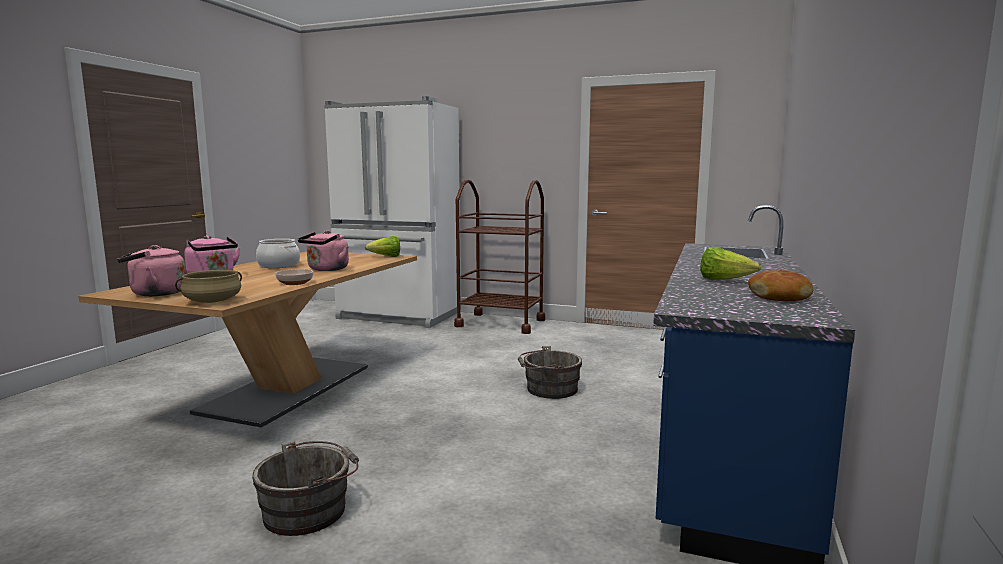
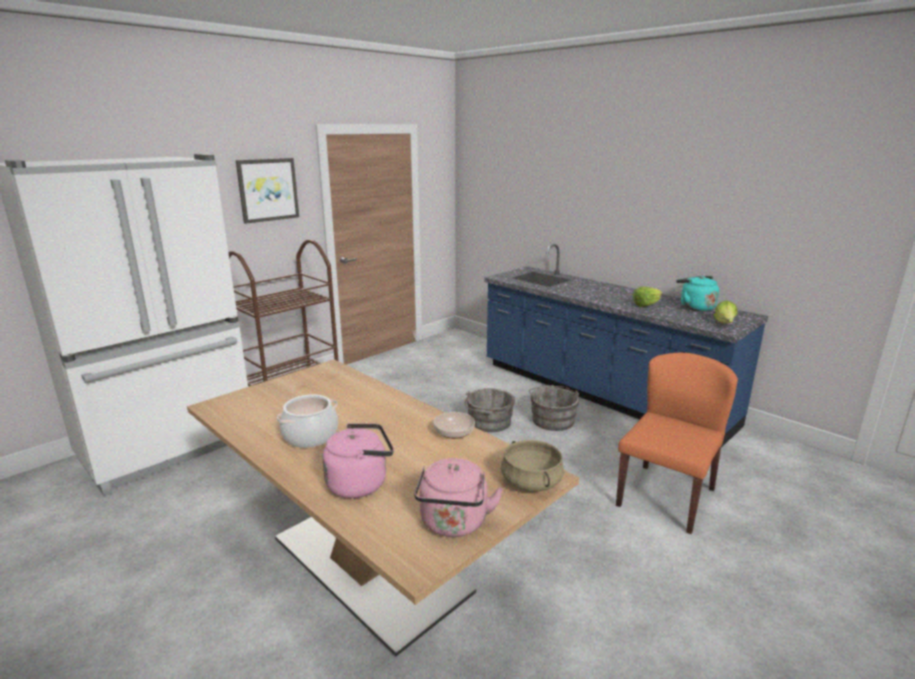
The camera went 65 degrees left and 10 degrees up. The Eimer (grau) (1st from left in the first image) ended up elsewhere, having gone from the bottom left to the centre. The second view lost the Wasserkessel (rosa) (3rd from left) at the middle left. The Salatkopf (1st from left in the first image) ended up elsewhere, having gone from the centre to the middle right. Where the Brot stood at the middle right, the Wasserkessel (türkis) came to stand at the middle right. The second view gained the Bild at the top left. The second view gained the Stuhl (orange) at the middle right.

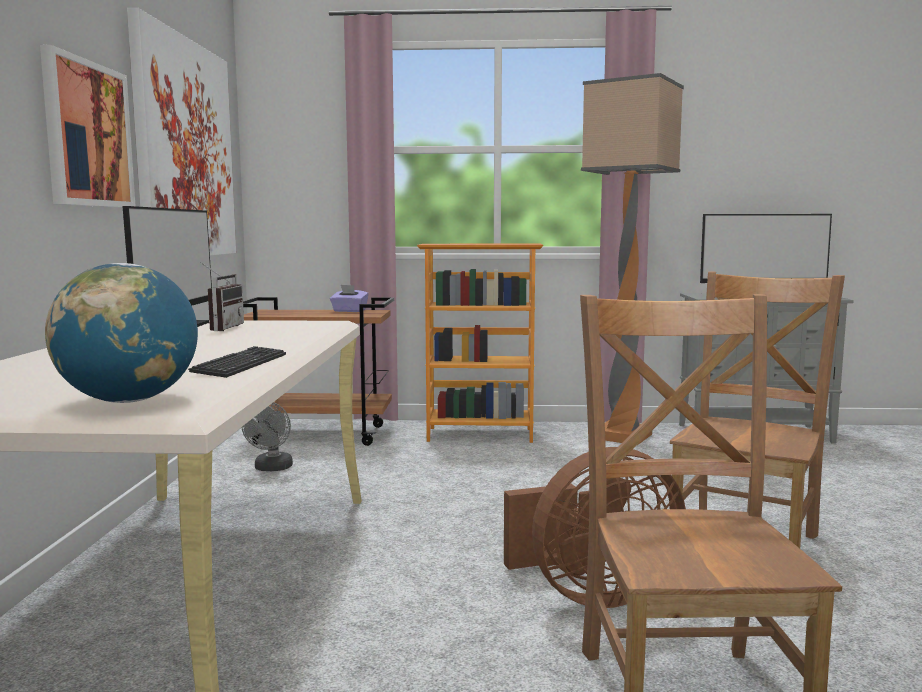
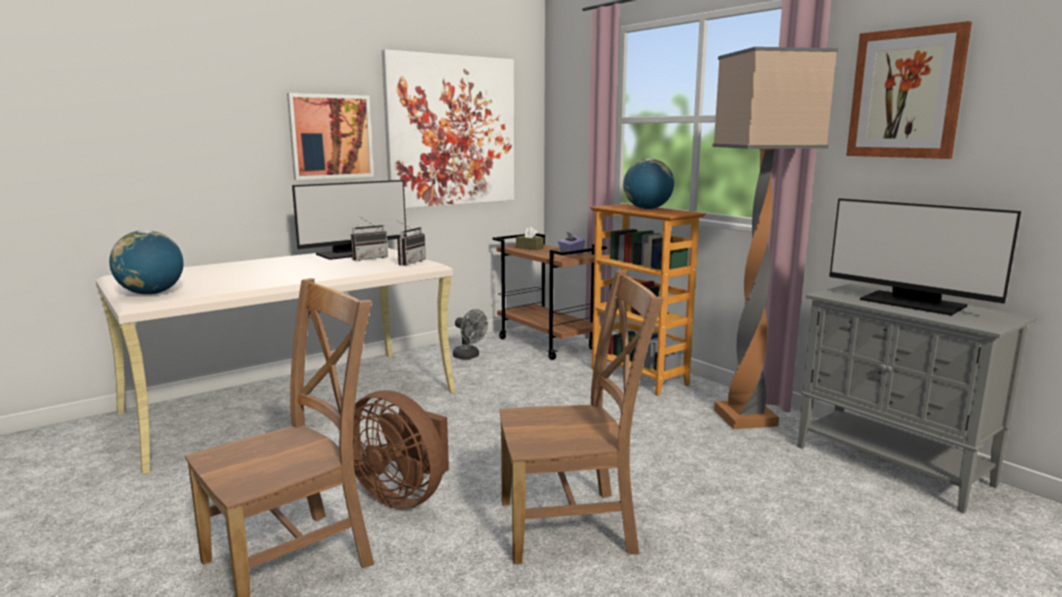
The camera went 50 degrees right and 5 degrees up. The second view lost the Tastatur at the middle left. The Ventilator (grau) at the middle left ended up facing another way, 105 degrees counterclockwise from before. The second view gained the Radio (2nd from left) at the centre. The second view gained the Taschentuchbox (braun) at the centre. The second view gained the Globus (2nd from left) at the top centre. The second view gained the Bild (3rd from left) at the top right.

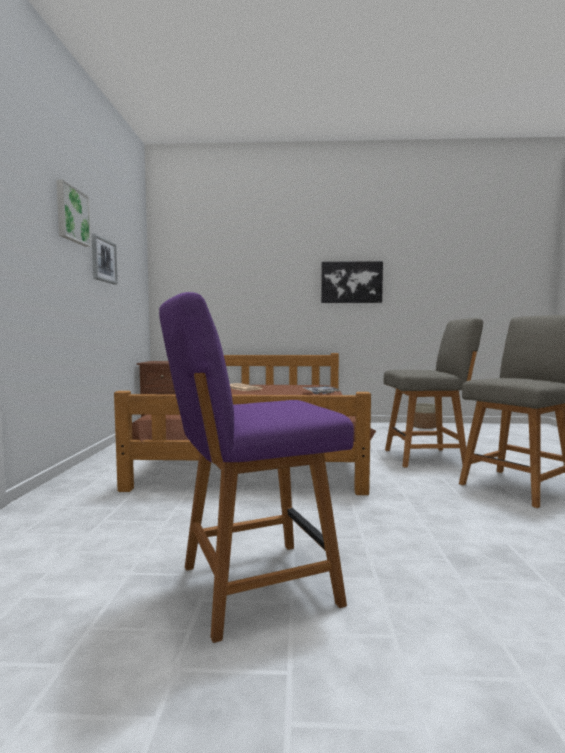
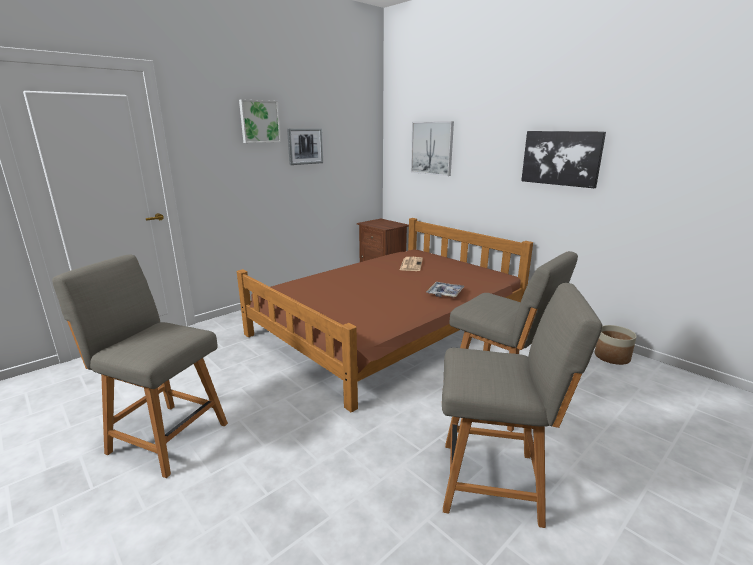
The camera went 45 degrees right and 15 degrees up. What was the Stuhl (lila) at the centre turned into the Stuhl (grau) (1st from left) at the middle left. The second view gained the Bild (3rd from left) at the top centre.

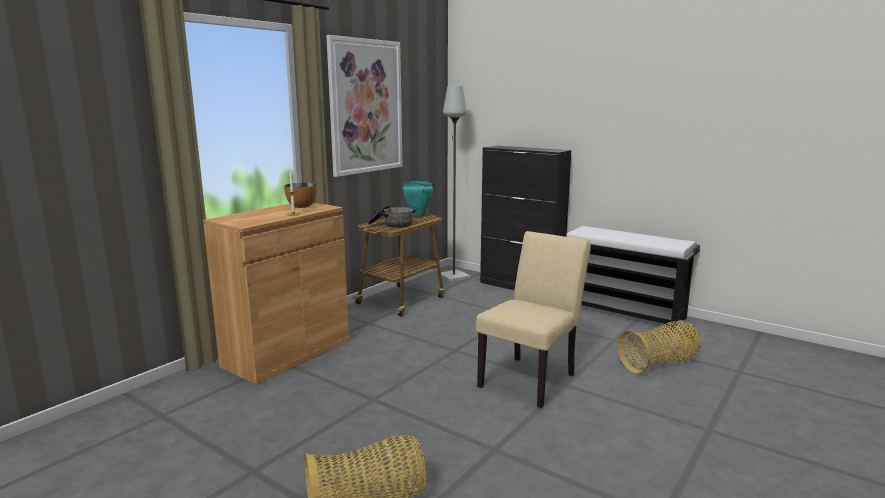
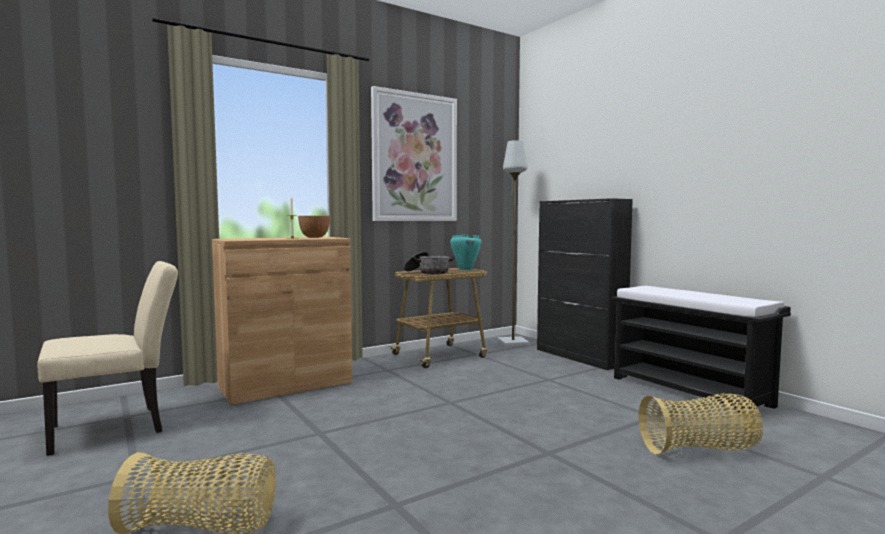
The camera went 20 degrees right and 10 degrees down. The Stuhl (beige) ended up elsewhere, having gone from the centre to the bottom left.

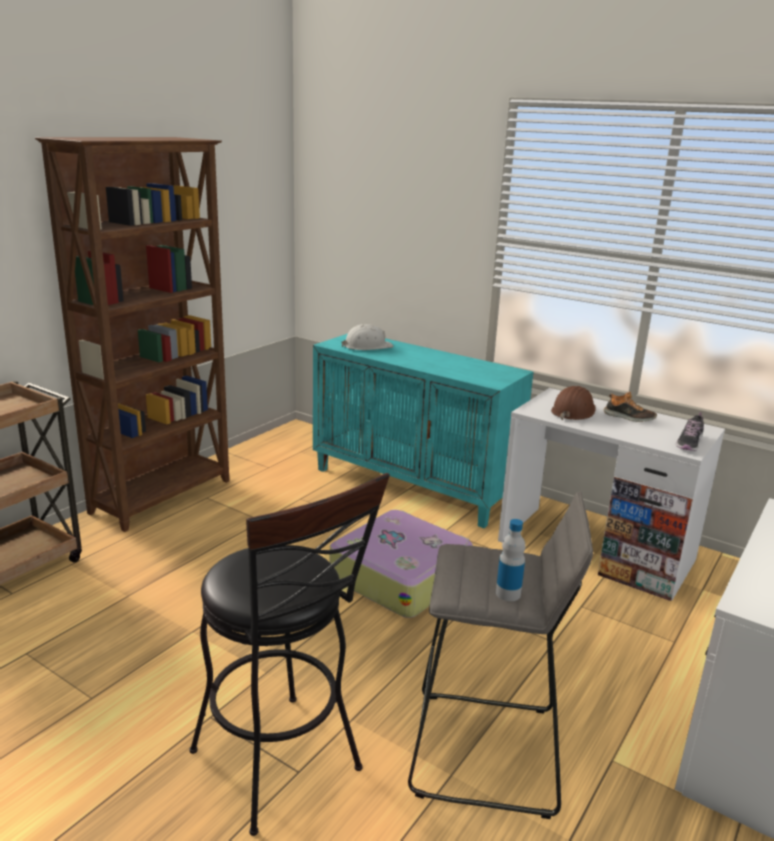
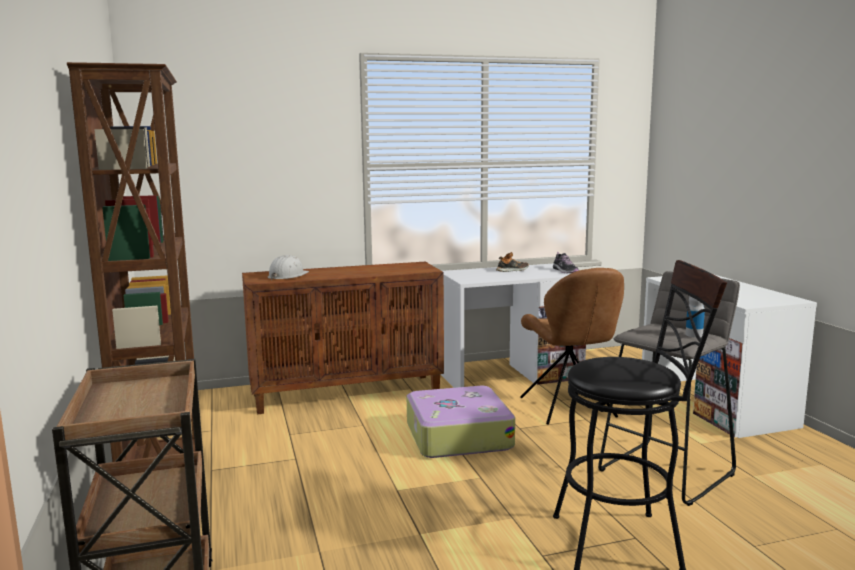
The camera went 50 degrees left and 10 degrees down. What was the Schrank (türkis) at the centre turned into the Schrank (braun) at the centre. The second view lost the Schutzhelm (braun) at the middle right. The second view gained the Stuhl (braun) at the middle right.

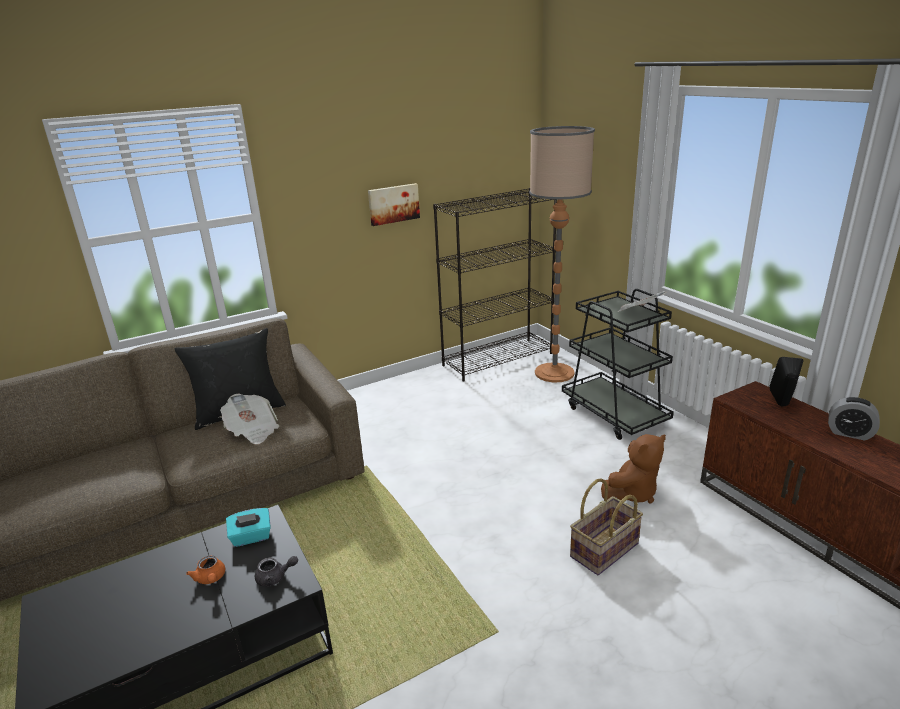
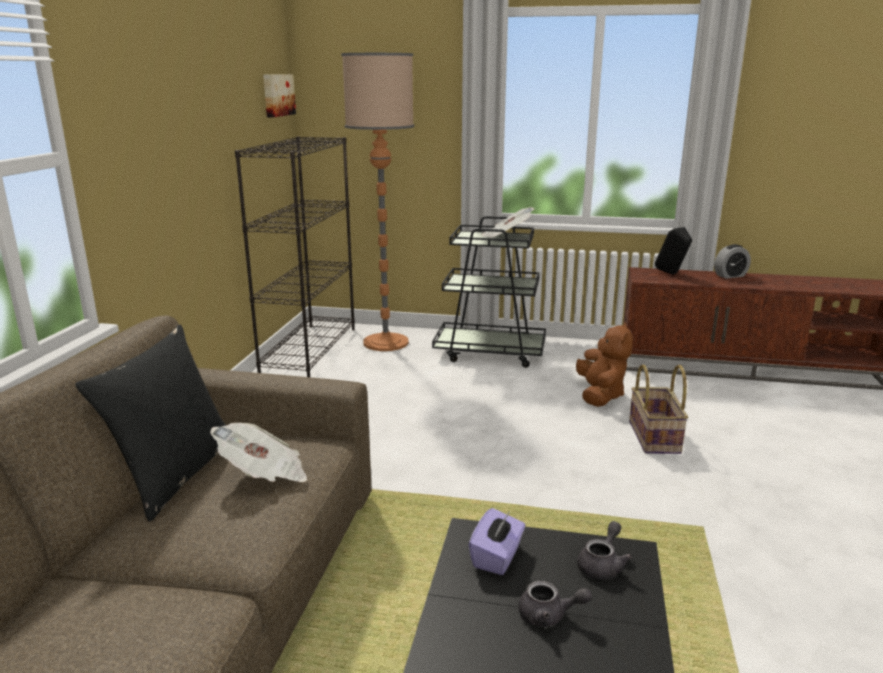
The camera went 50 degrees left and 5 degrees down. What was the Teekanne (orange) at the bottom left turned into the Teekanne (grau) (1st from left) at the bottom centre. What was the Taschentuchbox (türkis) at the bottom left turned into the Taschentuchbox (lila) at the bottom centre. The Bild ended up elsewhere, having gone from the top centre to the top left.

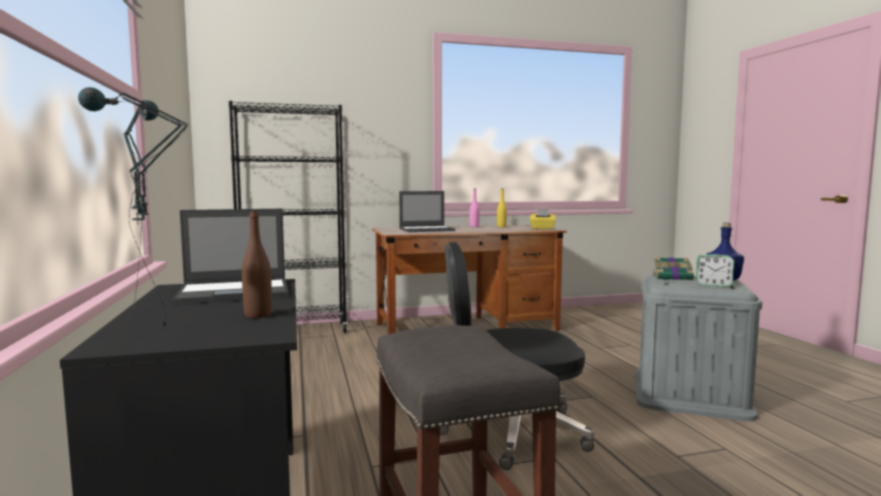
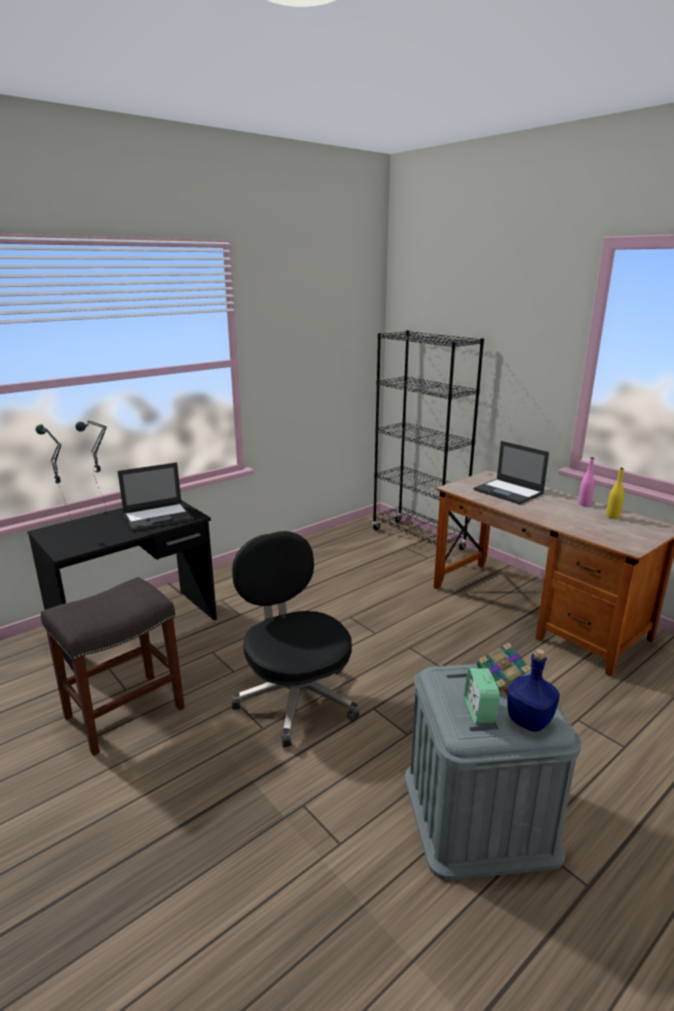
The camera went 65 degrees right and 15 degrees up. The Laptop (1st from left) at the middle left ended up facing another way, 75 degrees counterclockwise from before. The second view lost the Flasche (braun) at the middle left. The second view lost the Taschentuchbox (gelb) at the centre.

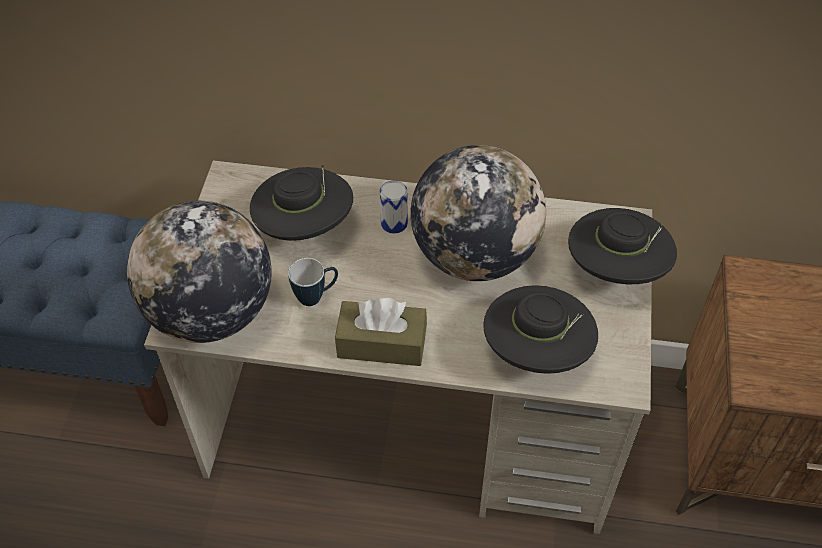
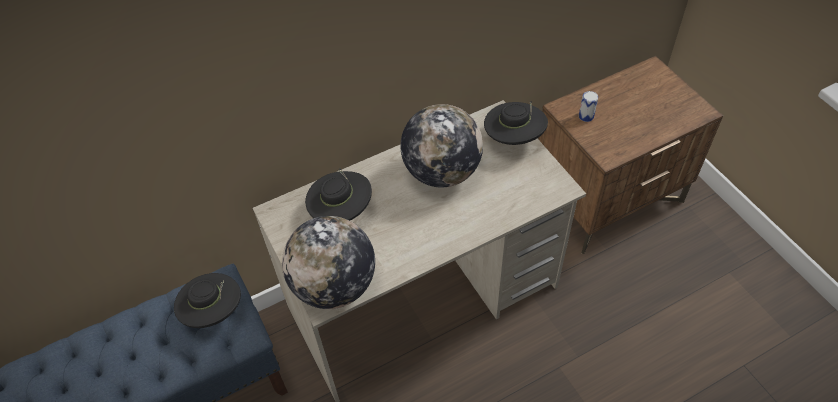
The camera went 35 degrees left and 0 degrees up. The second view lost the Henkelbecher at the centre. The second view lost the Taschentuchbox (braun) at the centre. The Dose ended up elsewhere, having gone from the centre to the top right. The Hut (schwarz) (2nd from left in the first image) ended up elsewhere, having gone from the centre to the bottom left.

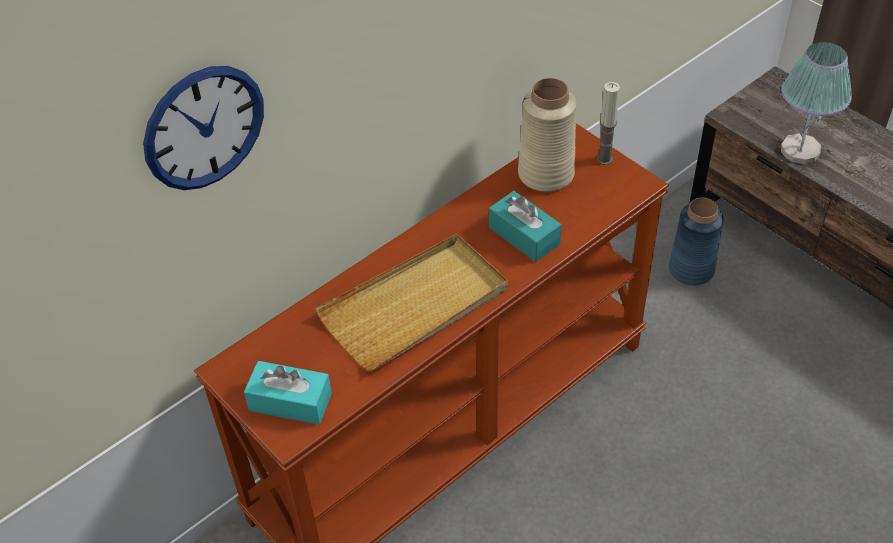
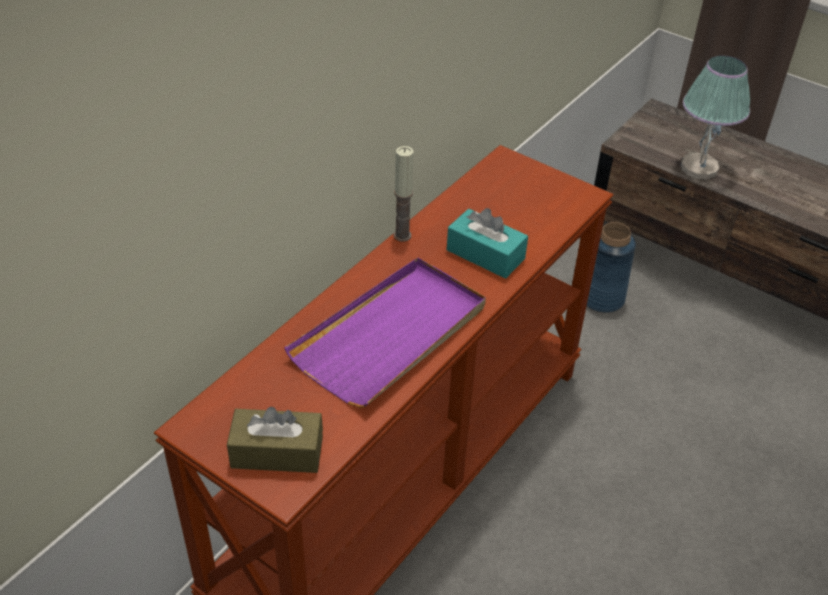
The camera went 15 degrees left and 5 degrees down. The second view lost the Wanduhr at the top left. What was the Taschentuchbox (türkis) (1st from left) at the bottom left turned into the Taschentuchbox (braun) at the bottom left. What was the Tablett (beige) at the centre turned into the Tablett (lila) at the centre. The second view lost the Vase (beige) at the top centre. The Kerze ended up elsewhere, having gone from the top right to the top centre.

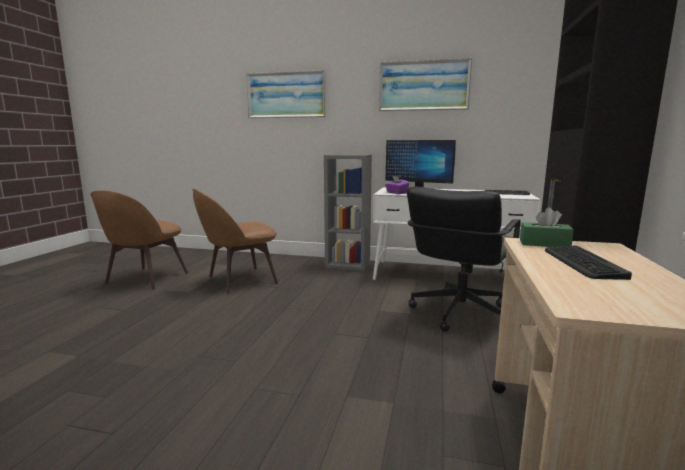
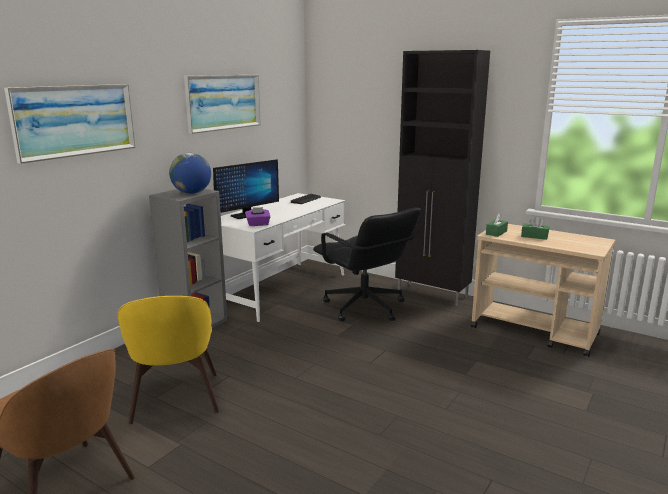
The camera went 70 degrees left and 5 degrees up. What was the Stuhl (braun) (2nd from left) at the centre turned into the Stuhl (gelb) at the bottom left. Where the Tastatur (2nd from left) stood at the middle right, the Taschentuchbox (grün) (2nd from left) came to stand at the middle right. The second view gained the Globus at the middle left.

